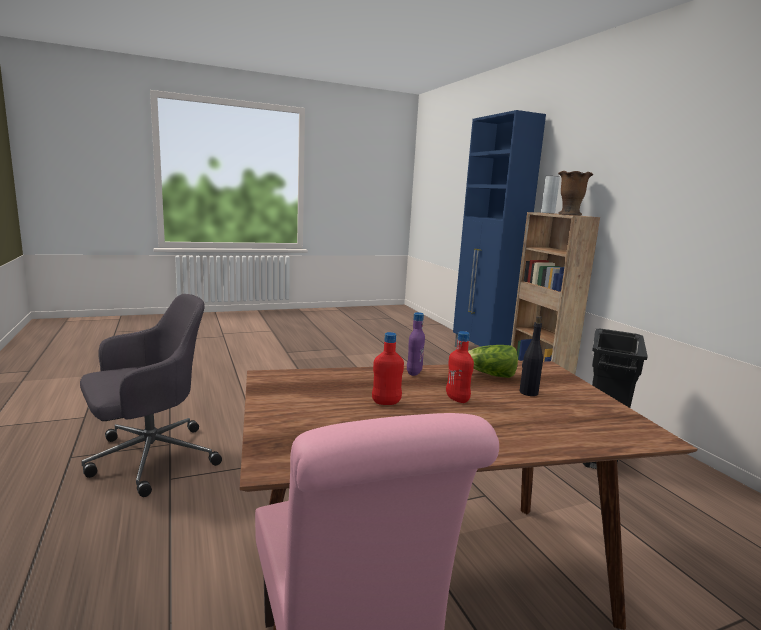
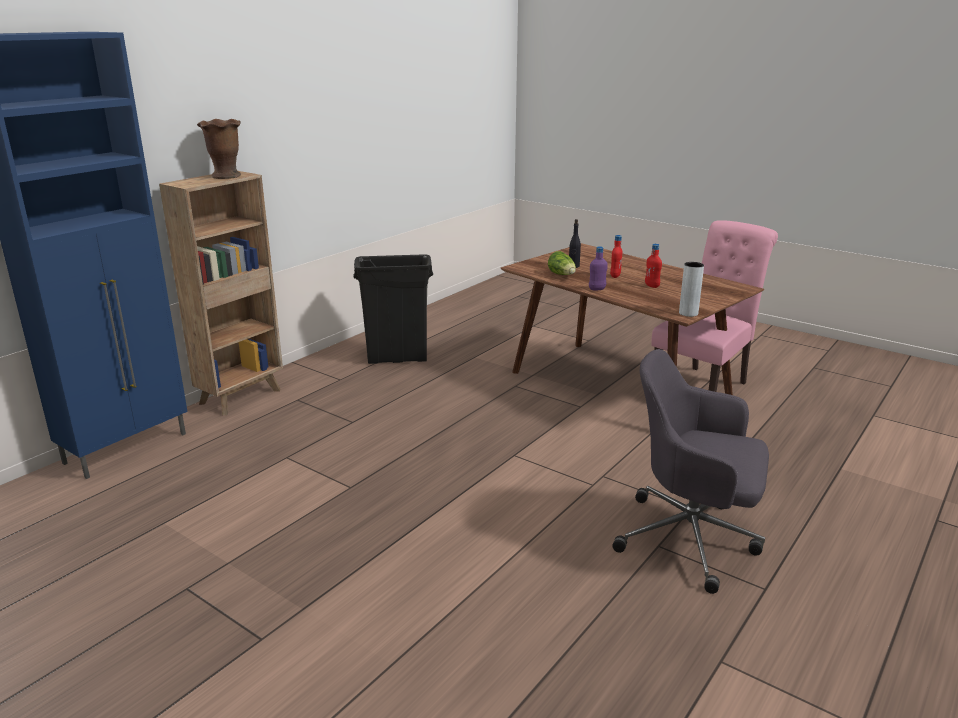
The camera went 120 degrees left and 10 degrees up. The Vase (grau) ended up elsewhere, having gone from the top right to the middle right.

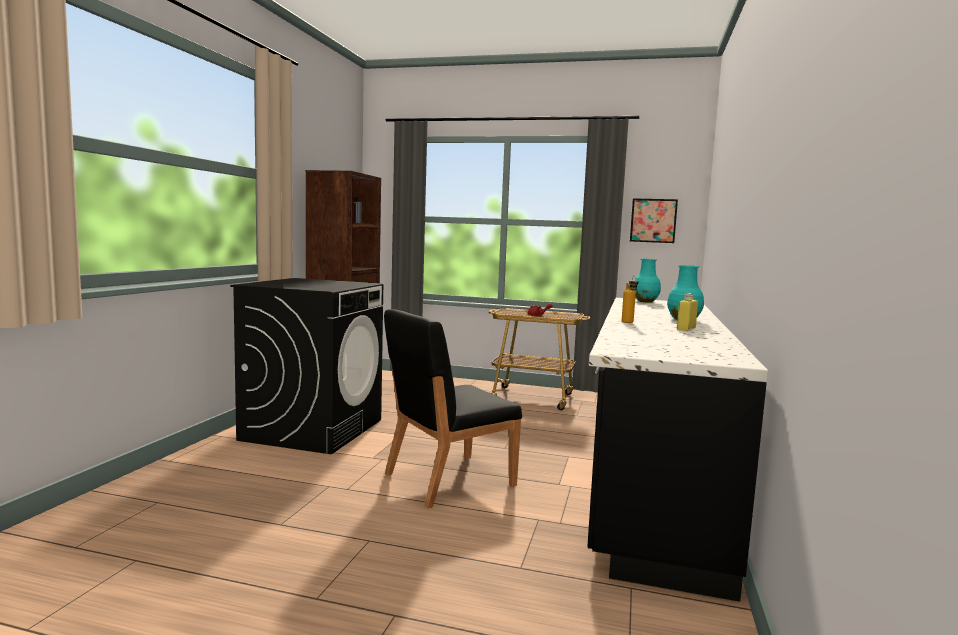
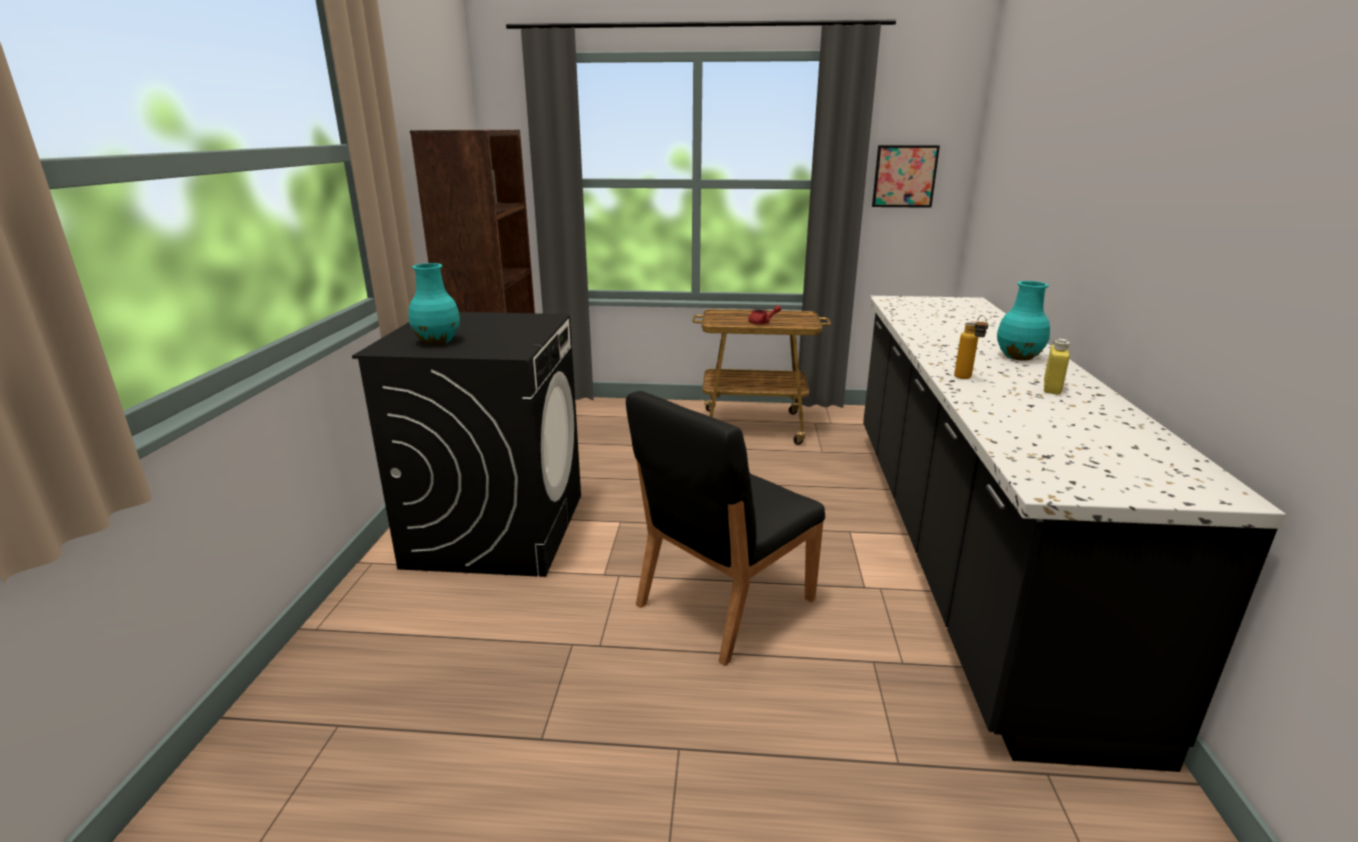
The camera went 10 degrees left and 15 degrees up. The Vase (türkis) (1st from left) ended up elsewhere, having gone from the middle right to the middle left.

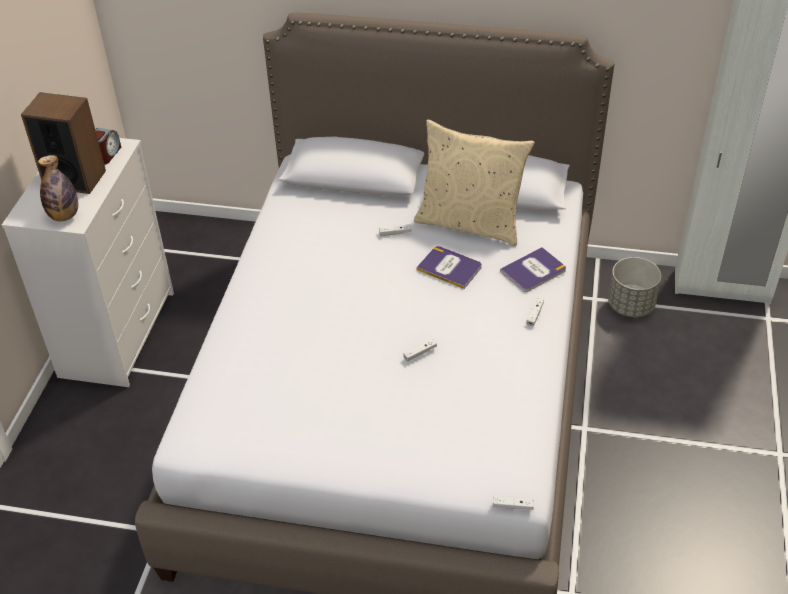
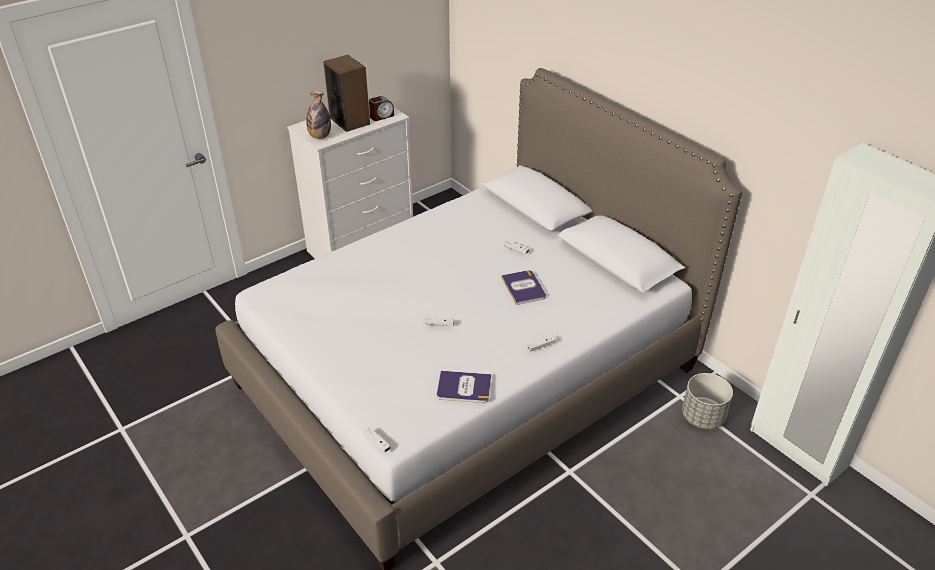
The camera went 40 degrees right and 5 degrees down. The second view lost the Kissen (beige) at the top centre. The Buch (2nd from left in the first image) ended up elsewhere, having gone from the middle right to the bottom centre.

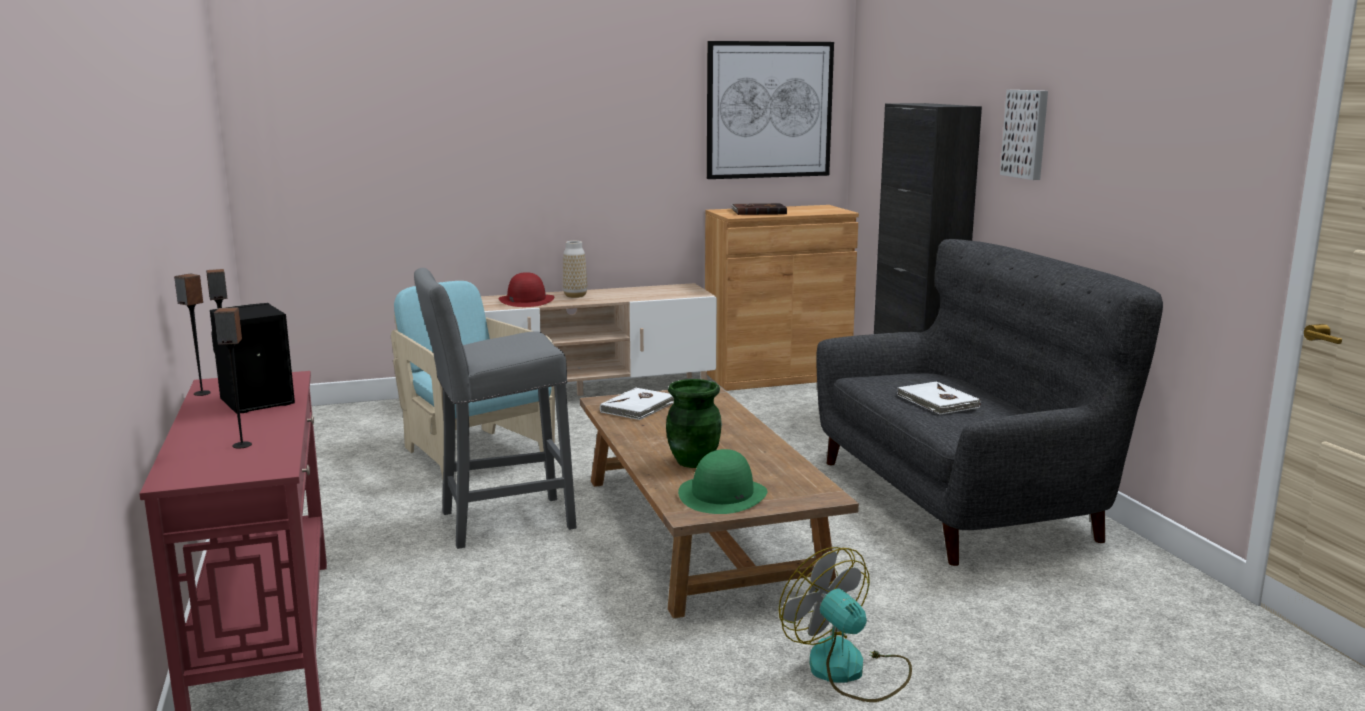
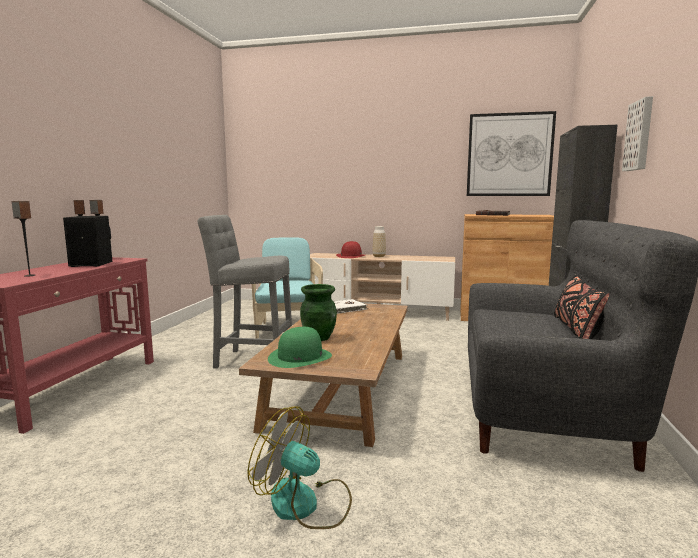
The camera went 30 degrees right and 5 degrees down. The Ventilator at the bottom centre ended up facing another way, 60 degrees counterclockwise from before. The second view lost the Buch (weiß) (2nd from left) at the middle right. The second view gained the Kissen (schwarz) at the middle right.

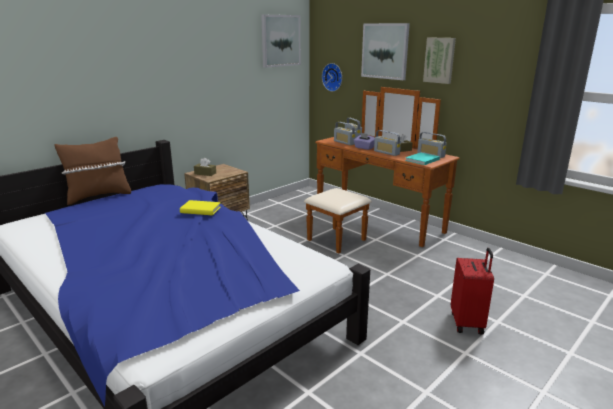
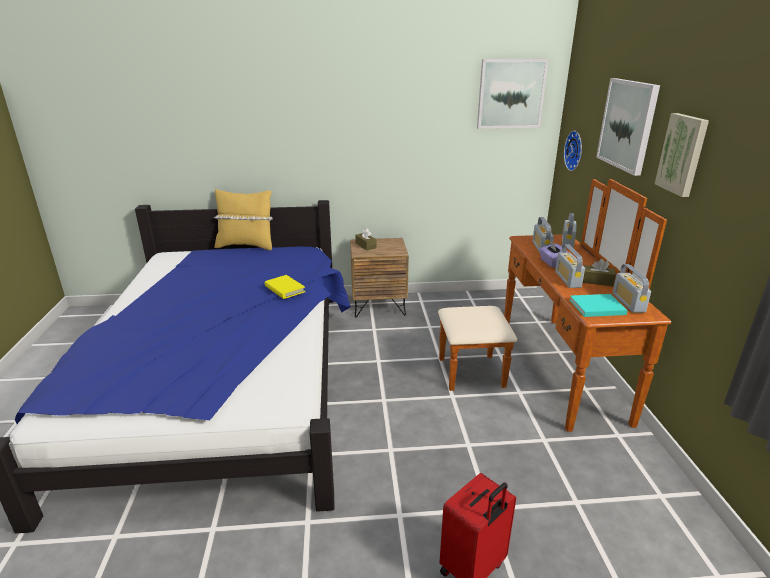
The camera went 40 degrees right and 5 degrees up. What was the Kissen (braun) at the middle left turned into the Kissen (gelb) at the middle left.

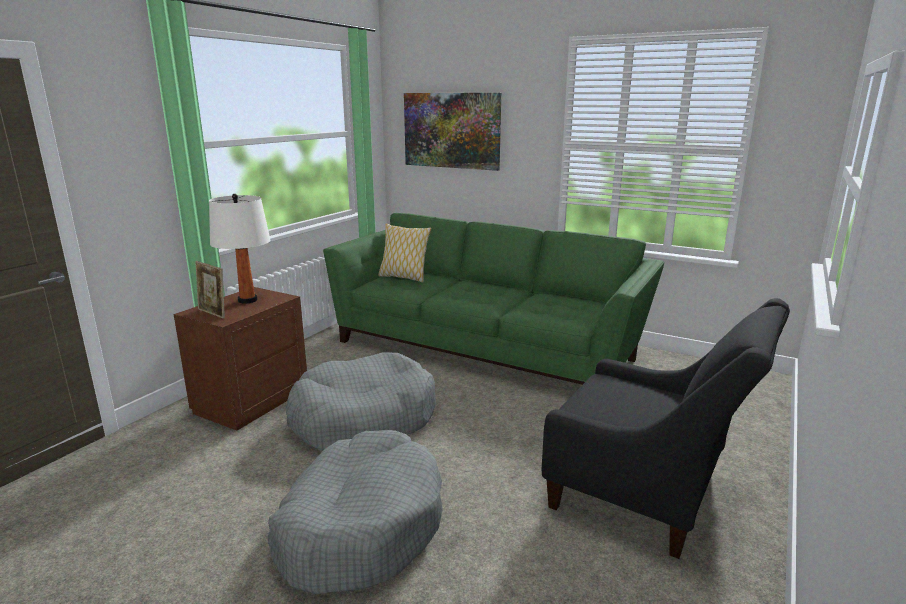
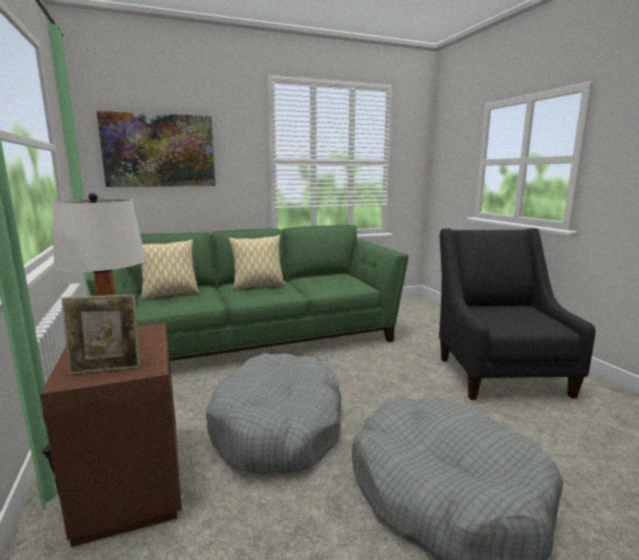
The camera went 50 degrees left and 5 degrees down. The Sessel (schwarz) at the bottom right ended up facing another way, 75 degrees counterclockwise from before. The second view gained the Kissen (2nd from left) at the centre.

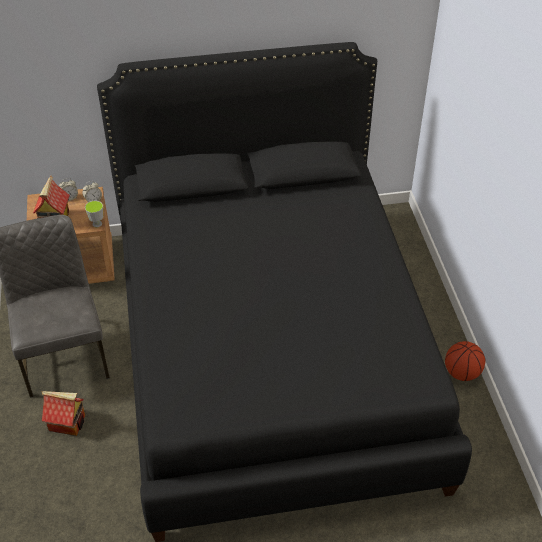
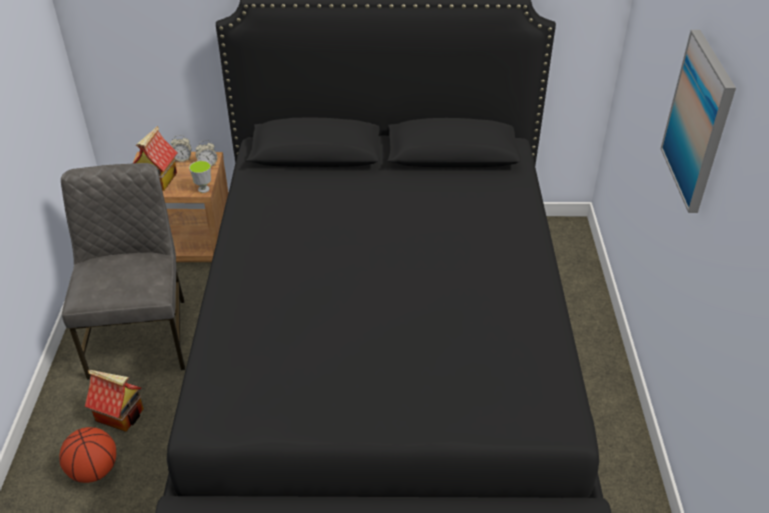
The camera went 10 degrees right and 5 degrees down. The Basketball ended up elsewhere, having gone from the middle right to the bottom left. The second view gained the Bild at the top right.

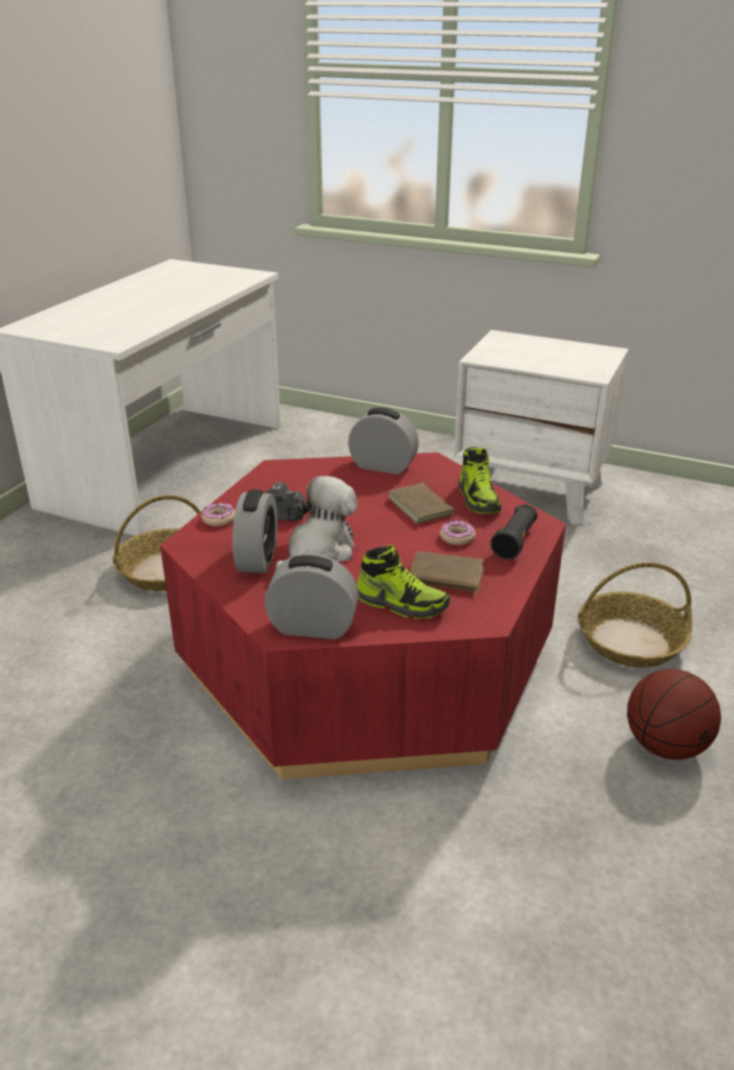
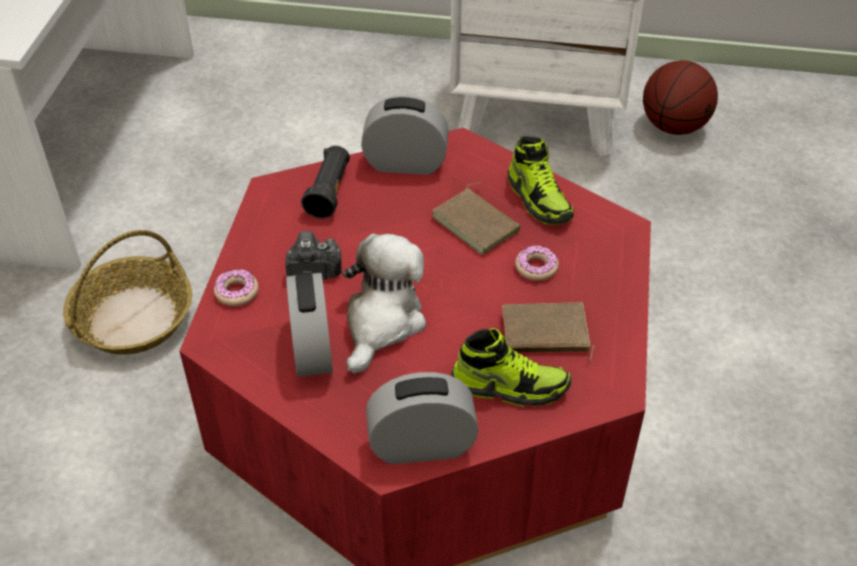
The camera went 15 degrees left and 15 degrees up. The Taschenlampe (schwarz) ended up elsewhere, having gone from the middle right to the top centre. The second view lost the Korb (2nd from left) at the middle right. The Basketball ended up elsewhere, having gone from the bottom right to the top right.

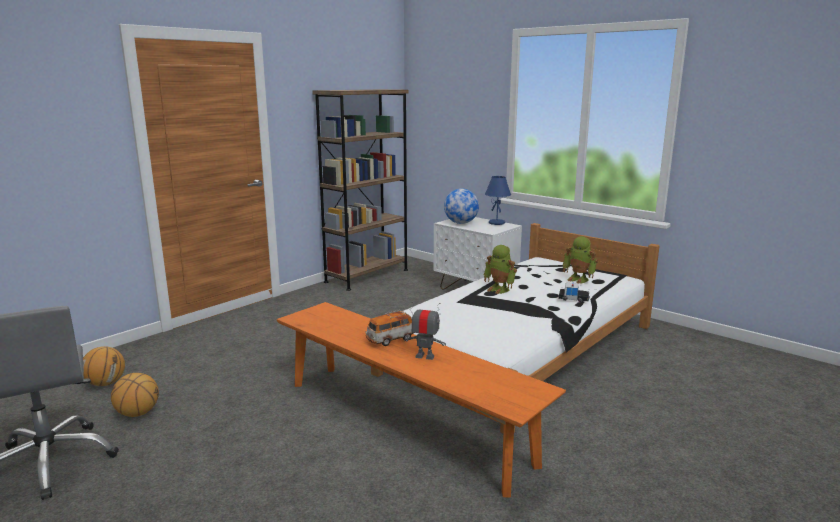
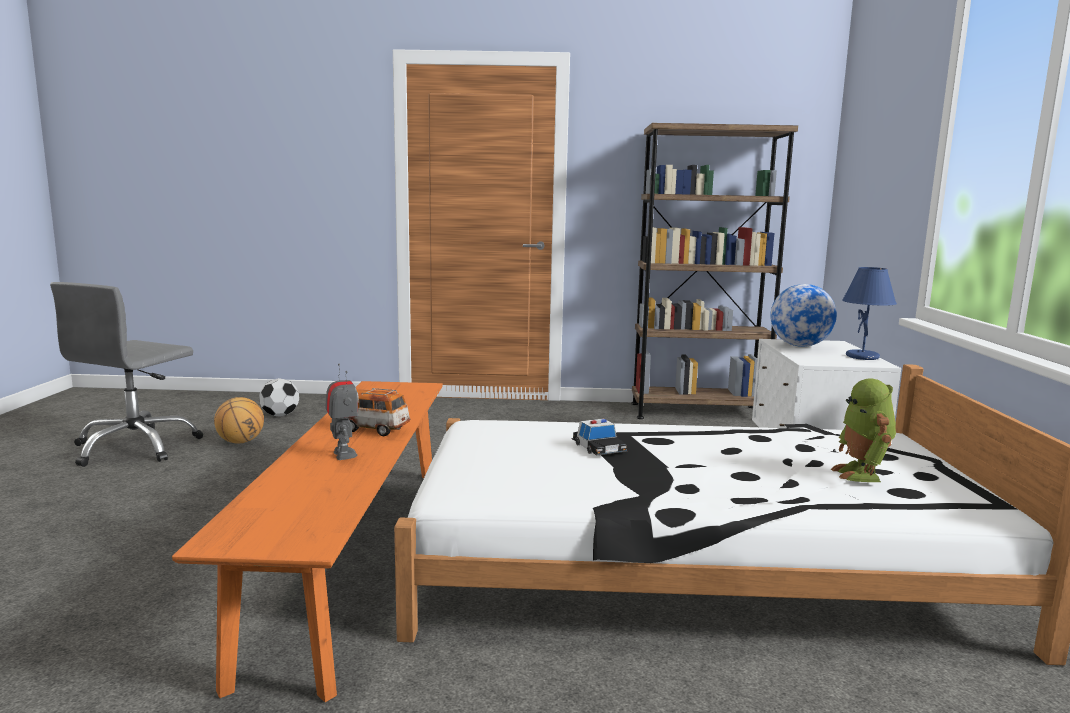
The camera went 50 degrees right and 5 degrees down. Where the Basketball (1st from left) stood at the bottom left, the Fußball came to stand at the middle left. The second view lost the Spielzeugroboter (2nd from left) at the centre. The Spielzeugauto (2nd from left) ended up elsewhere, having gone from the middle right to the centre.

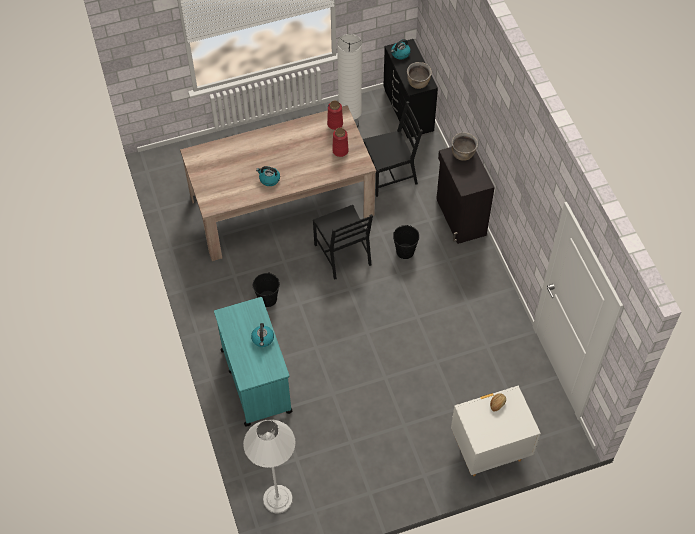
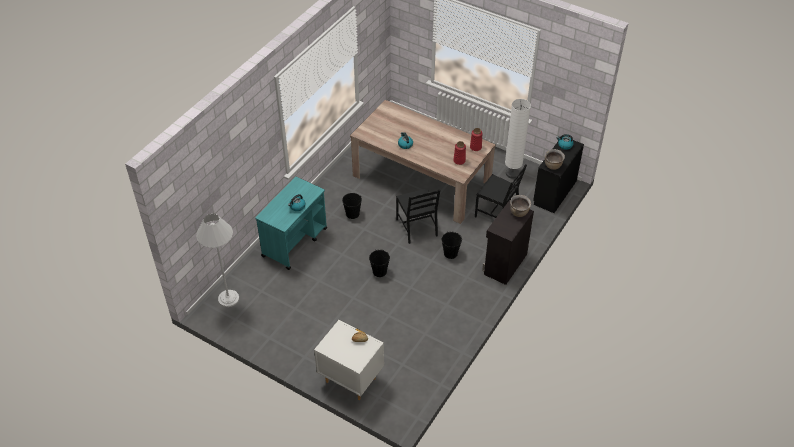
The camera went 50 degrees right and 10 degrees down. The Stuhl (schwarz) (1st from left) at the centre ended up facing another way, 45 degrees counterclockwise from before. The second view gained the Eimer (schwarz) (2nd from left) at the centre.

